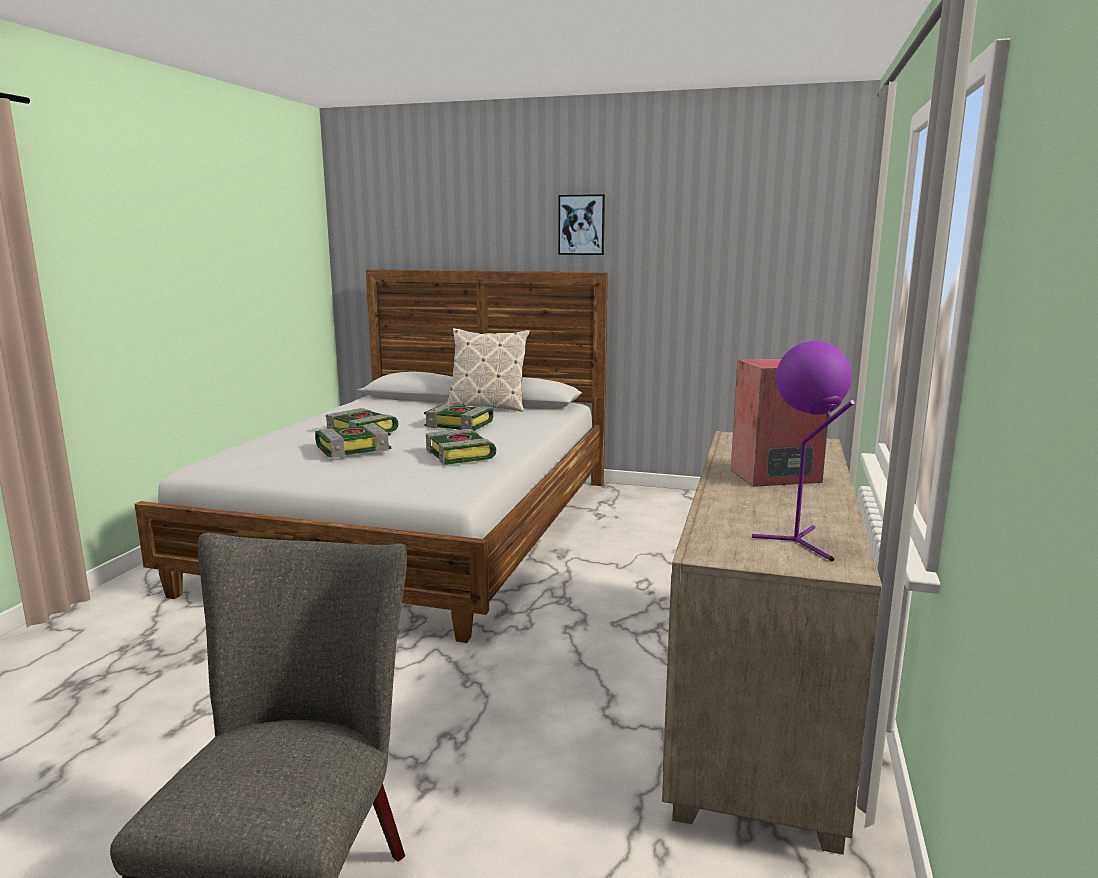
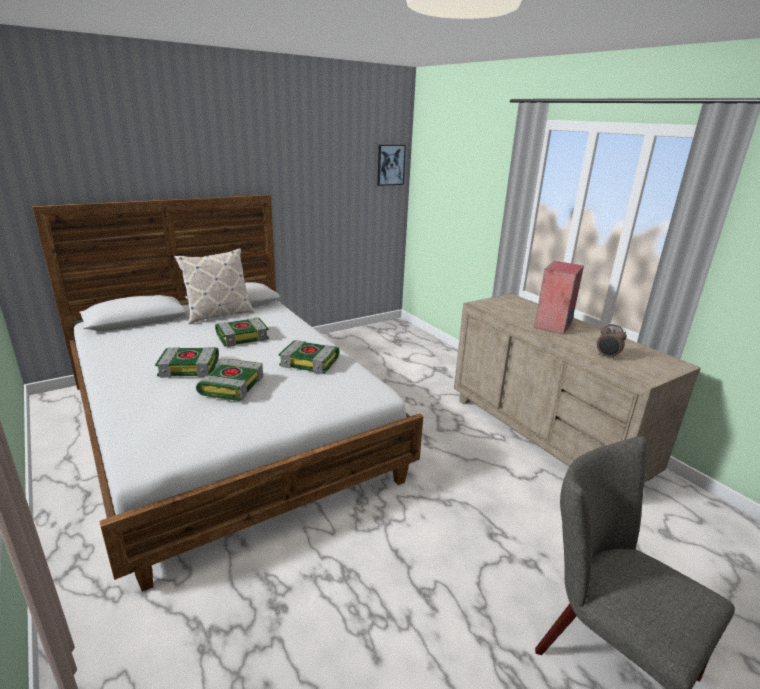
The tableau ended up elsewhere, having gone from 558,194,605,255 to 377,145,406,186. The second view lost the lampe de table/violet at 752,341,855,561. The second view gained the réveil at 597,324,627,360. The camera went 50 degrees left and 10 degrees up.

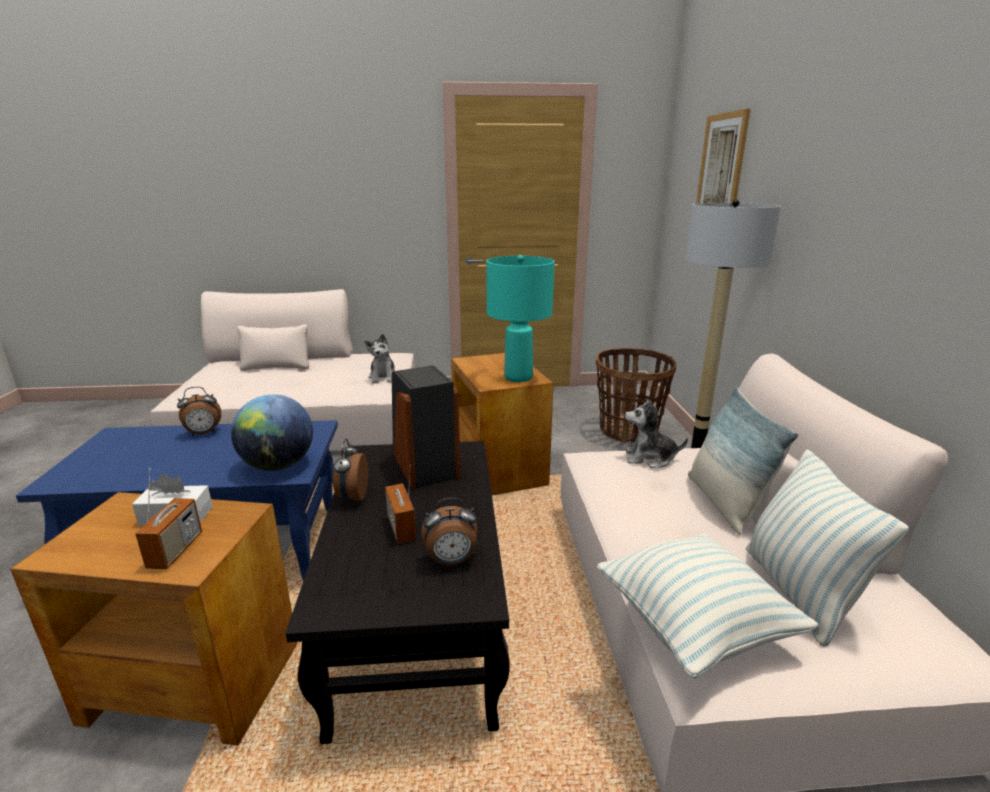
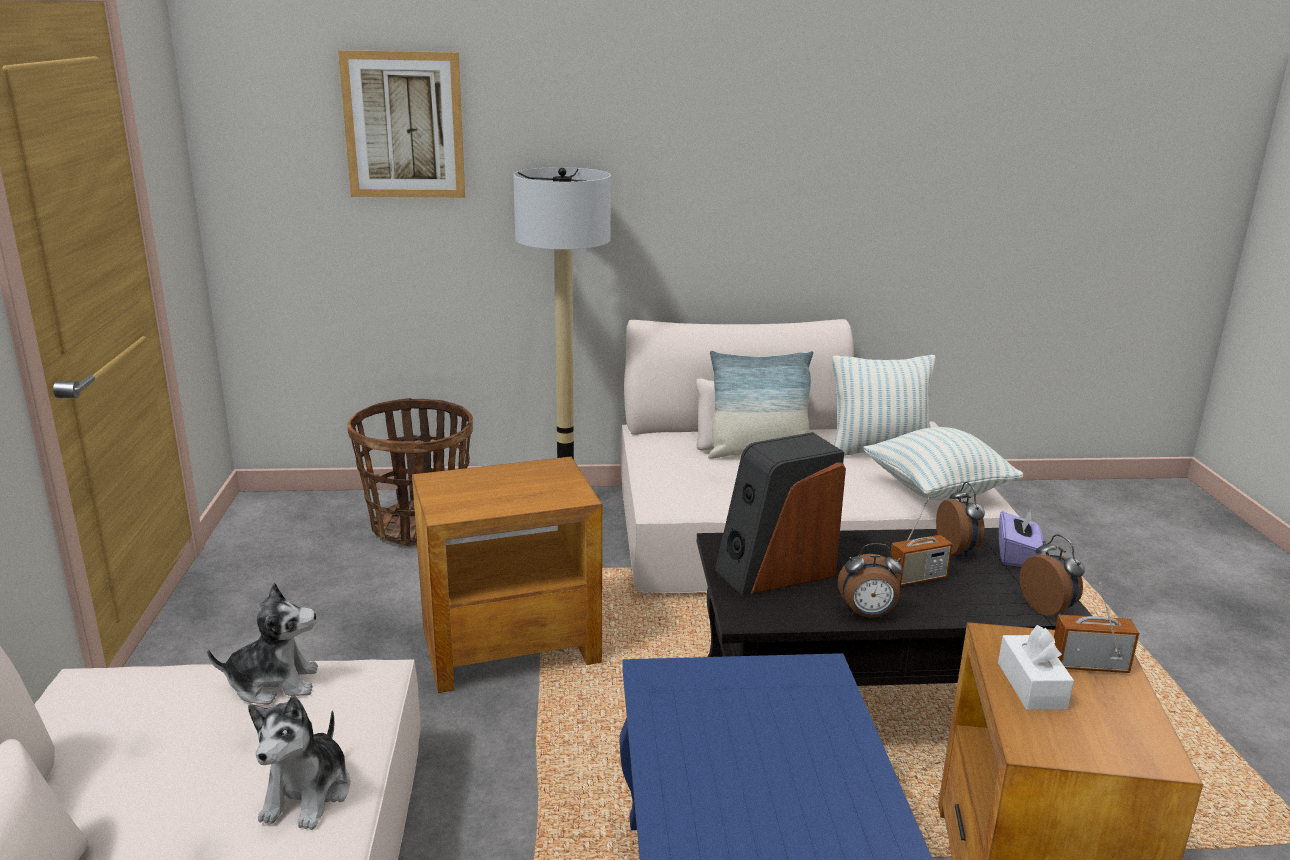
The réveil ended up elsewhere, having gone from 177,387,221,436 to 1020,534,1085,616. The second view lost the globe at 231,394,313,471. The second view lost the lampe de table/turquoise at 487,255,554,382. The peluche ended up elsewhere, having gone from 625,399,688,468 to 248,696,350,830. The second view gained the boîte à mouchoirs/violet at 999,510,1043,567. The camera went 90 degrees left and 0 degrees up.

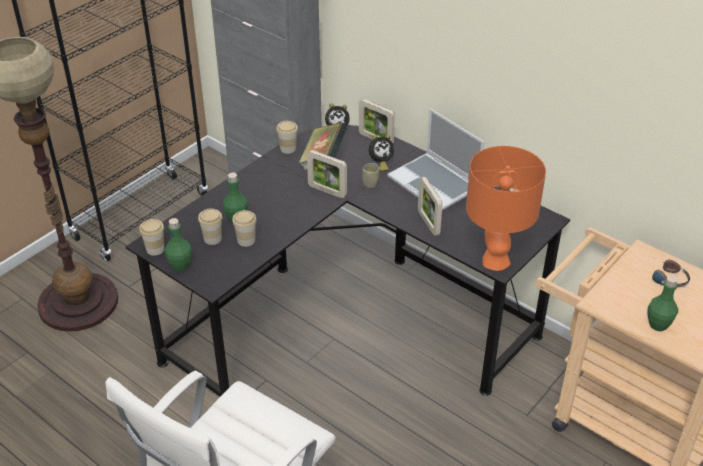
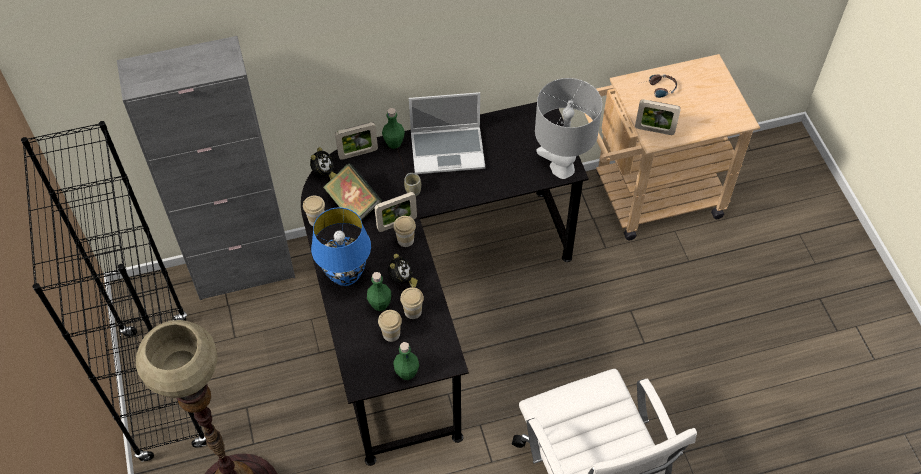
The tasse ended up elsewhere, having gone from 139,219,165,256 to 393,216,416,247. The réveil ended up elsewhere, having gone from 369,134,394,171 to 388,254,418,288. The cadre photo ended up elsewhere, having gone from 418,177,442,236 to 635,99,681,135. What was the lampe de table/orange at 466,146,546,271 turned into the lampe de table/gris at 535,78,602,179. The bouteille/vert ended up elsewhere, having gone from 647,275,678,331 to 382,108,405,149. The second view gained the lampe de table/bleu at 311,207,371,286. The camera went 55 degrees left and 15 degrees up.

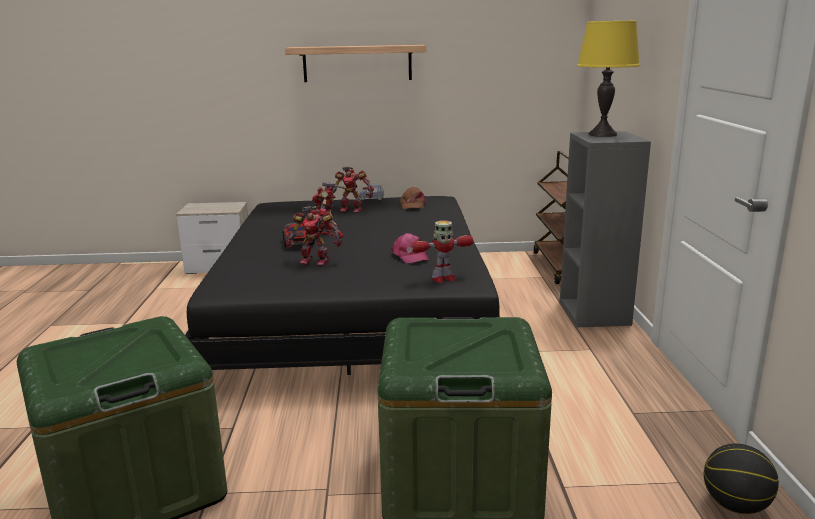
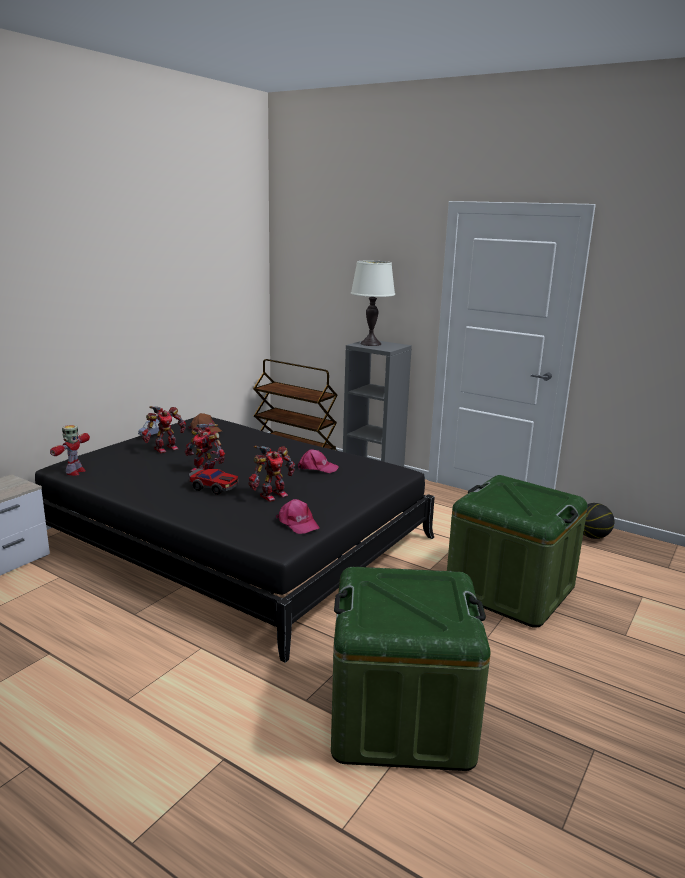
The second view lost the étagère at 285,45,426,82. The robot jouet ended up elsewhere, having gone from 411,221,474,283 to 50,425,90,476. What was the lampe de table/jaune at 577,21,640,137 turned into the lampe de table/blanc at 351,261,395,346. The second view gained the casquette/rose at 276,499,320,534. The camera went 55 degrees left and 0 degrees up.

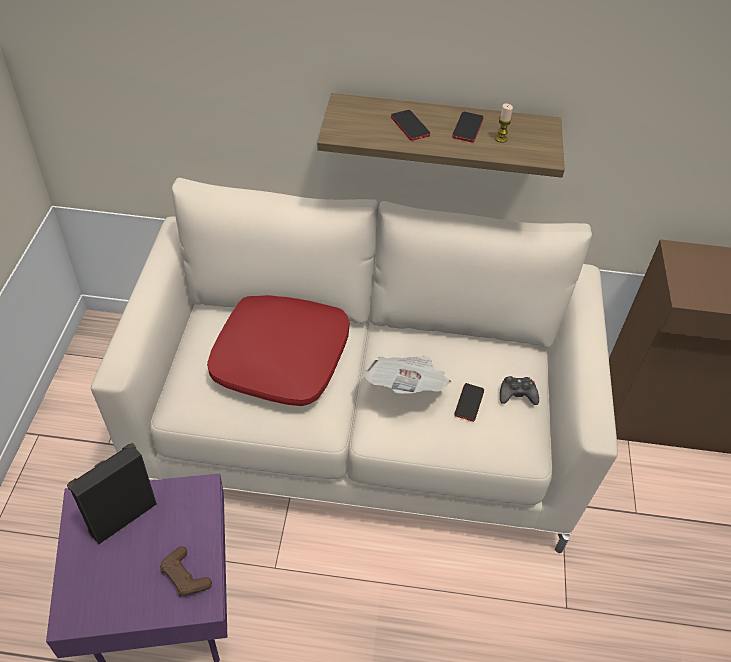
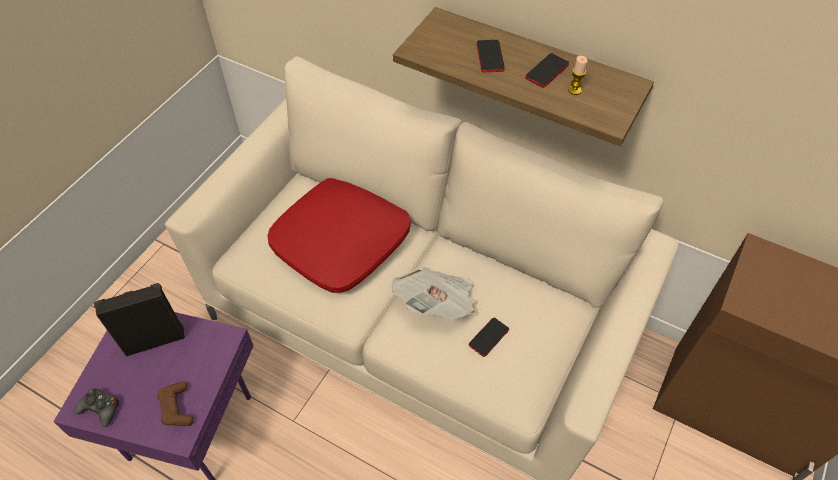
The manette/noir ended up elsewhere, having gone from 500,376,539,405 to 74,388,119,427. The camera went 25 degrees right and 5 degrees up.

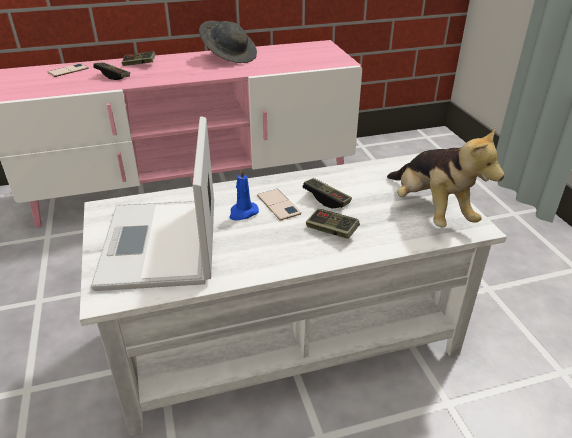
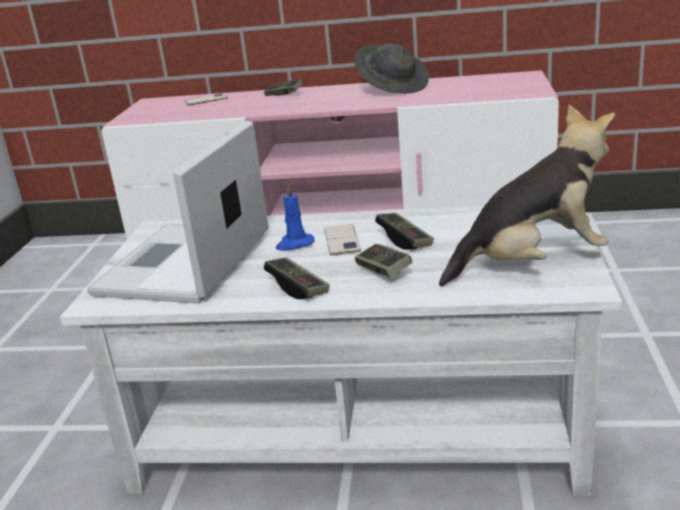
The manette ended up elsewhere, having gone from 93,62,130,80 to 264,257,330,299. The peluche at 387,127,505,227 ended up facing another way, 105 degrees counterclockwise from before. The camera went 25 degrees right and 10 degrees down.

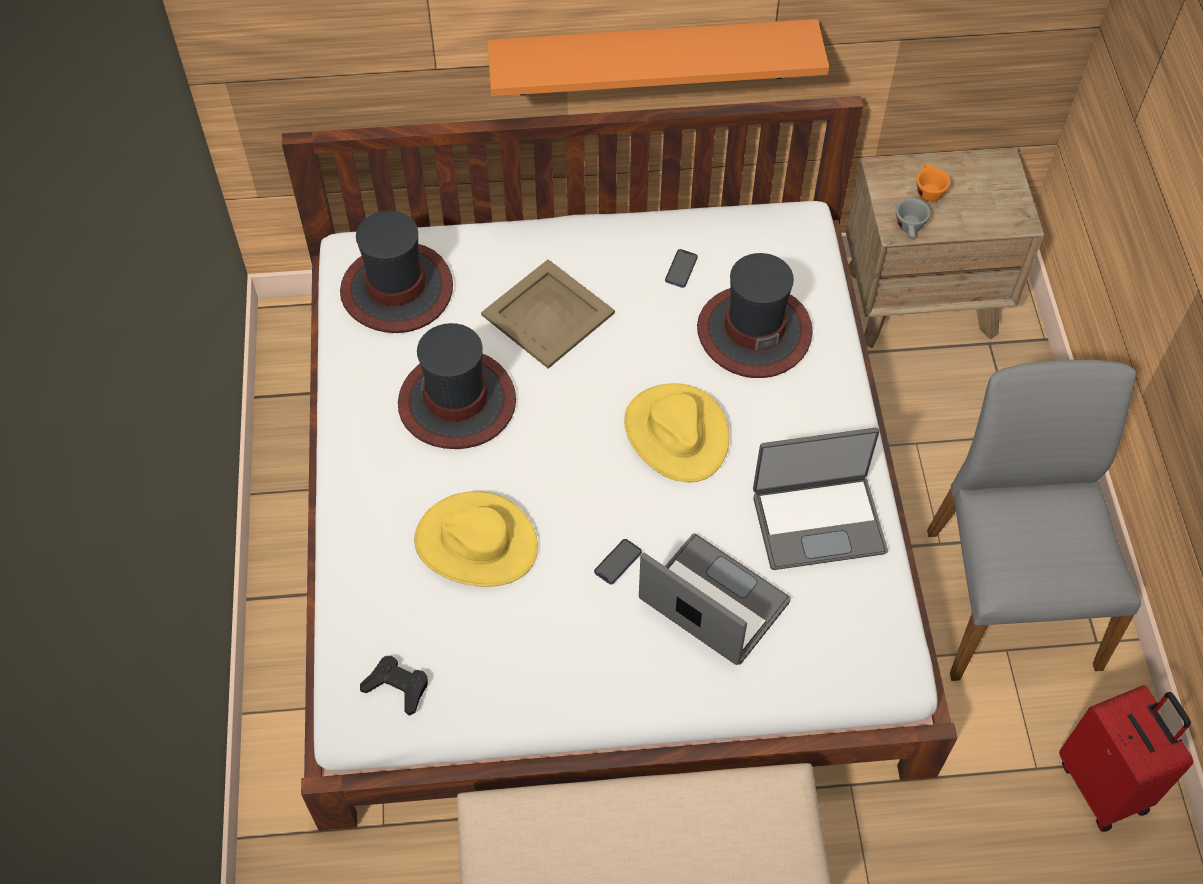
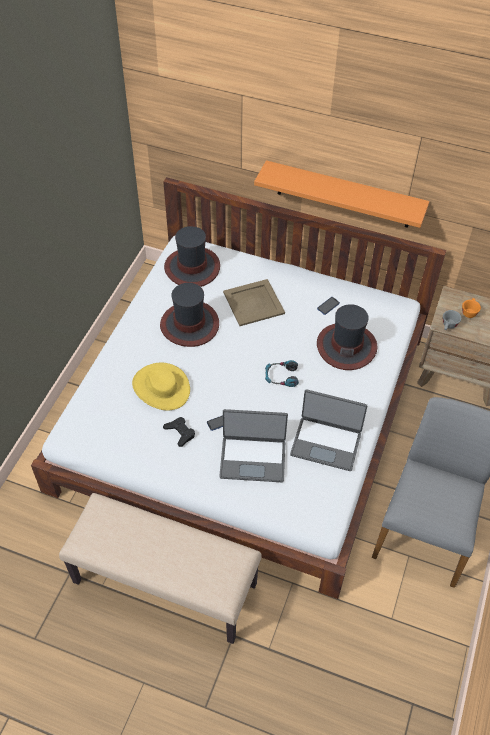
The manette/noir ended up elsewhere, having gone from 360,656,428,716 to 163,417,195,447. Where the chapeau/jaune stood at 624,383,729,482, the casque audio came to stand at 265,360,299,387. The ordinateur portable at 639,533,791,665 ended up facing another way, 120 degrees clockwise from before. The second view lost the valise/rouge at 1059,685,1193,832. The camera went 25 degrees right and 5 degrees down.

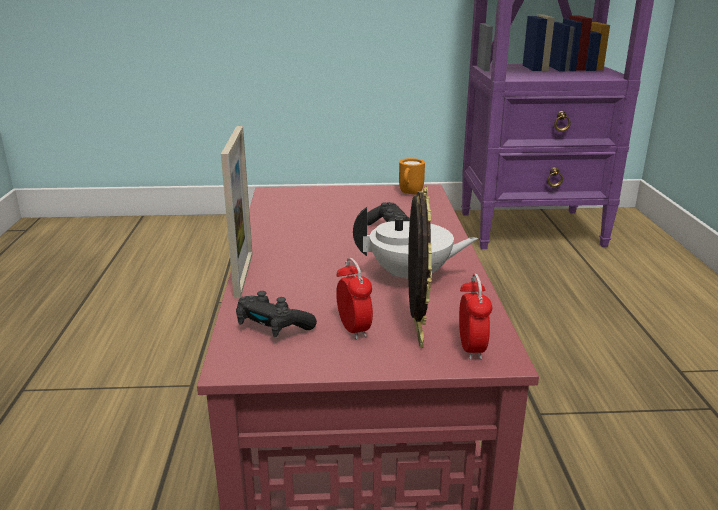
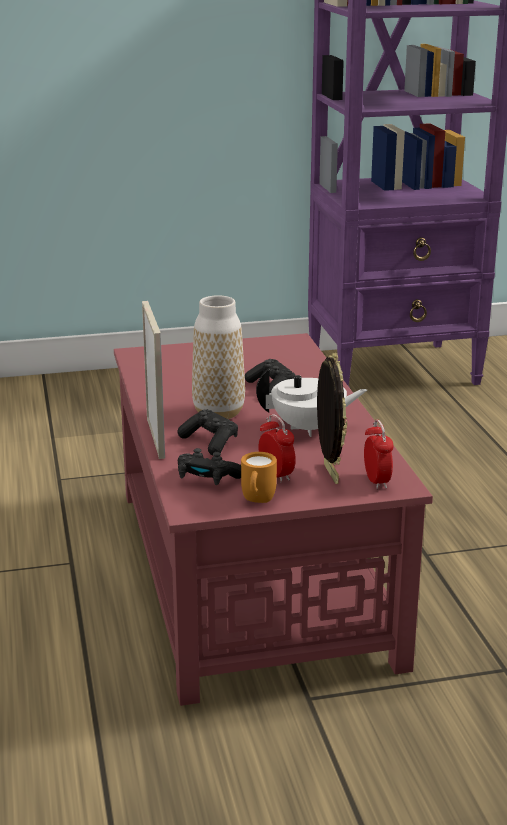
The mug/orange ended up elsewhere, having gone from 399,158,425,194 to 241,452,277,503. The second view gained the manette/noir at 177,409,238,456. The second view gained the vase at 192,295,245,419. The camera went 10 degrees left and 0 degrees up.

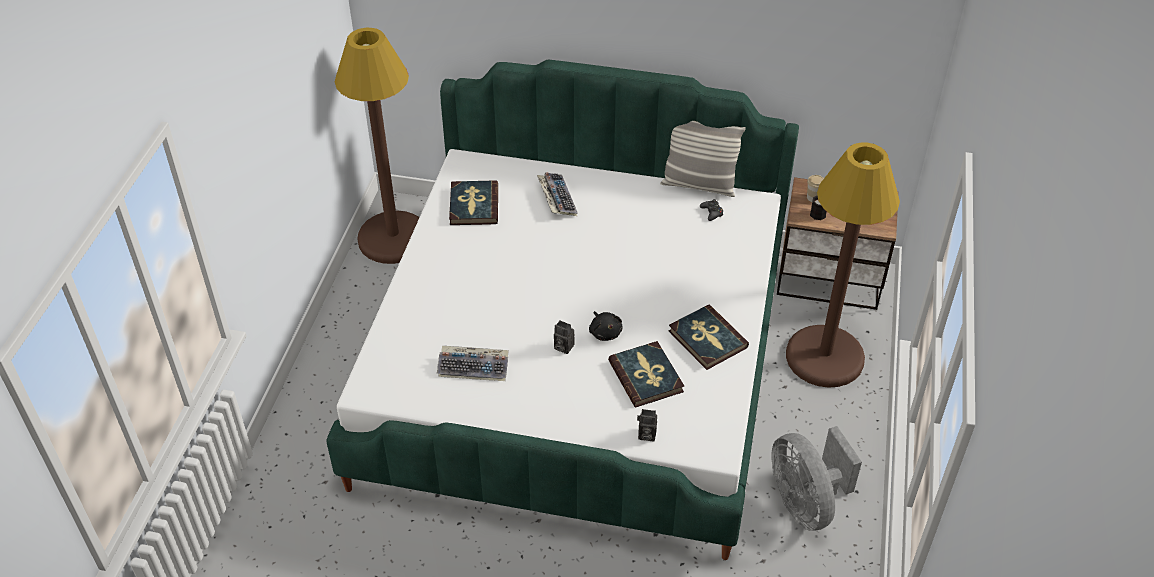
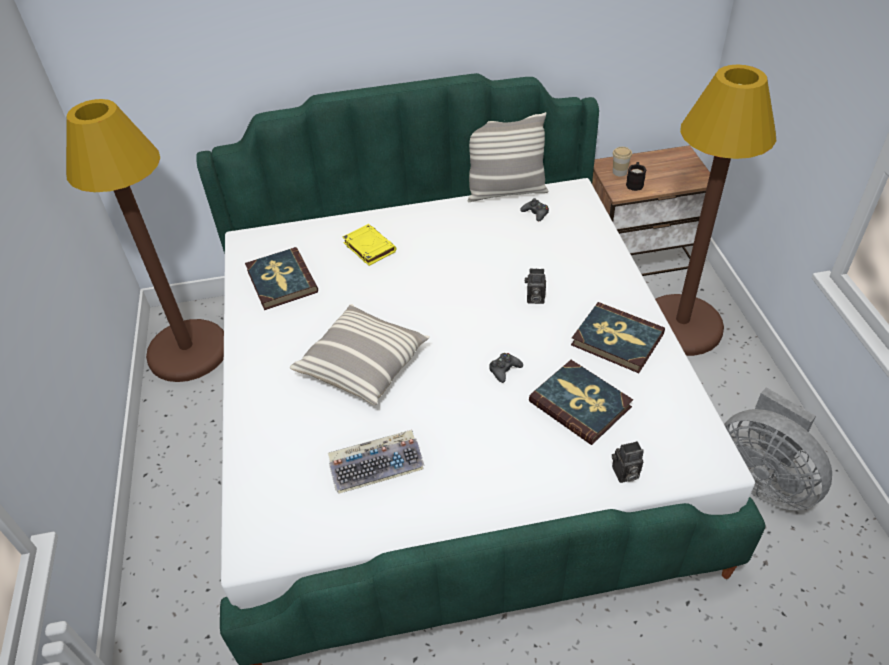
Where the clavier stood at 537,172,578,216, the livre/jaune came to stand at 343,224,396,266. The appareil photo ended up elsewhere, having gone from 554,320,575,354 to 525,268,546,304. Where the peluche/noir stood at 589,311,623,341, the manette/noir came to stand at 489,353,523,383. The second view gained the coussin at 290,304,430,405. The camera went 20 degrees left and 0 degrees up.

